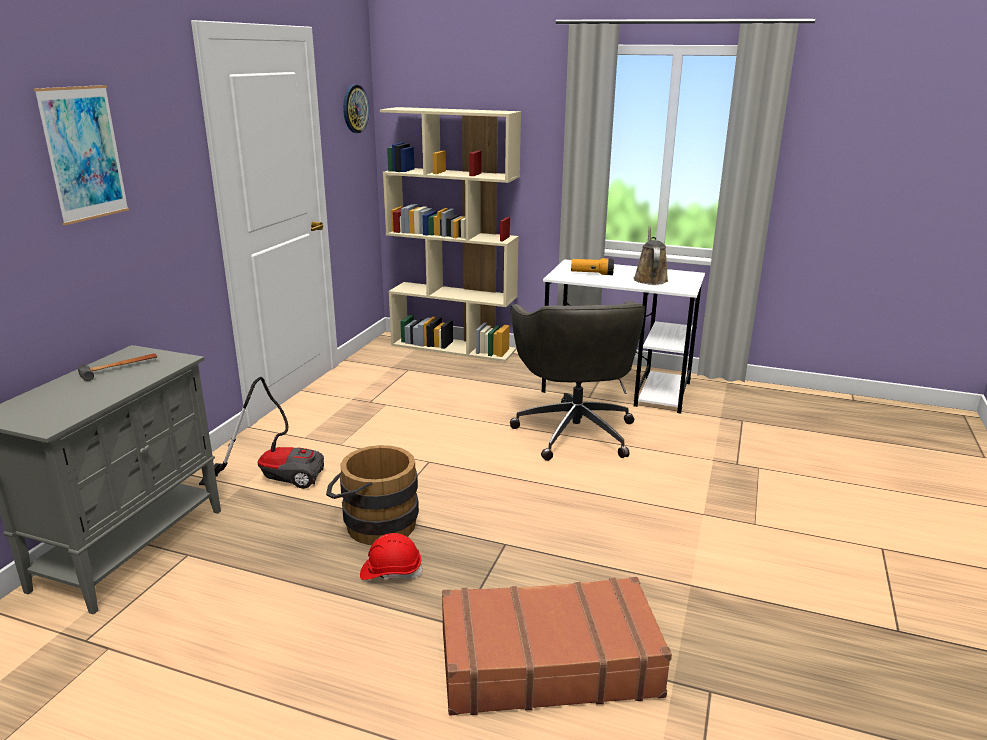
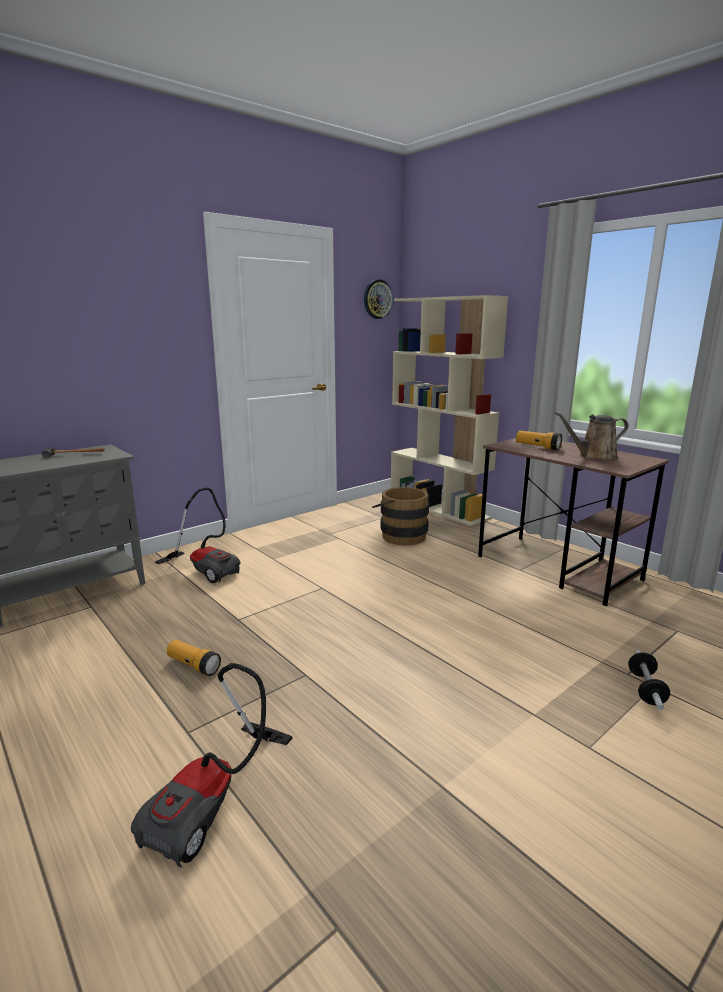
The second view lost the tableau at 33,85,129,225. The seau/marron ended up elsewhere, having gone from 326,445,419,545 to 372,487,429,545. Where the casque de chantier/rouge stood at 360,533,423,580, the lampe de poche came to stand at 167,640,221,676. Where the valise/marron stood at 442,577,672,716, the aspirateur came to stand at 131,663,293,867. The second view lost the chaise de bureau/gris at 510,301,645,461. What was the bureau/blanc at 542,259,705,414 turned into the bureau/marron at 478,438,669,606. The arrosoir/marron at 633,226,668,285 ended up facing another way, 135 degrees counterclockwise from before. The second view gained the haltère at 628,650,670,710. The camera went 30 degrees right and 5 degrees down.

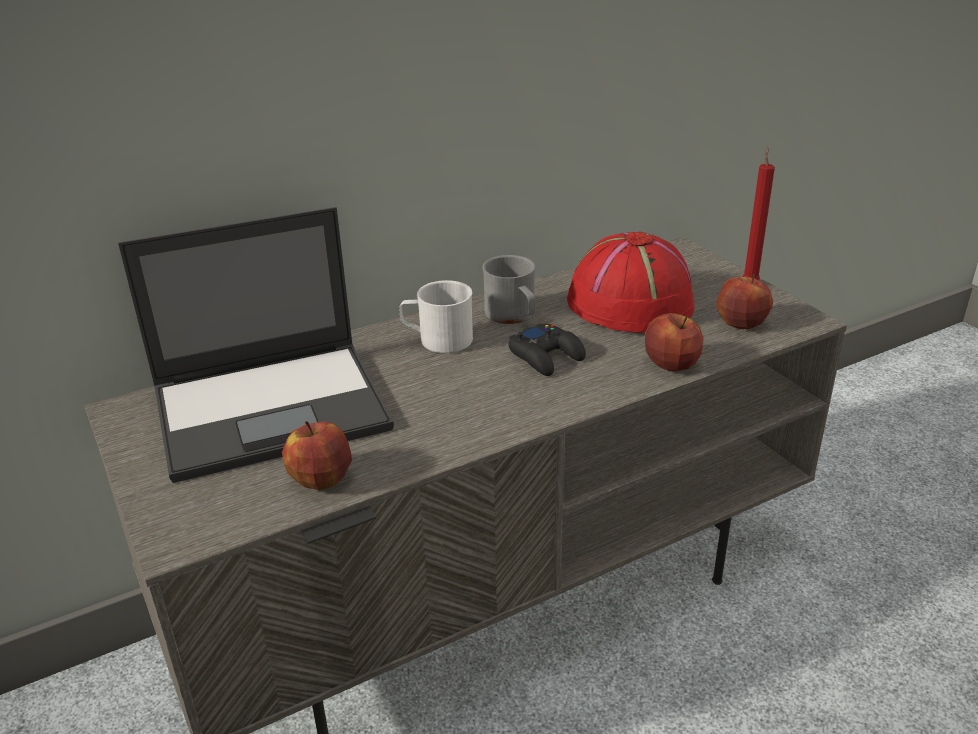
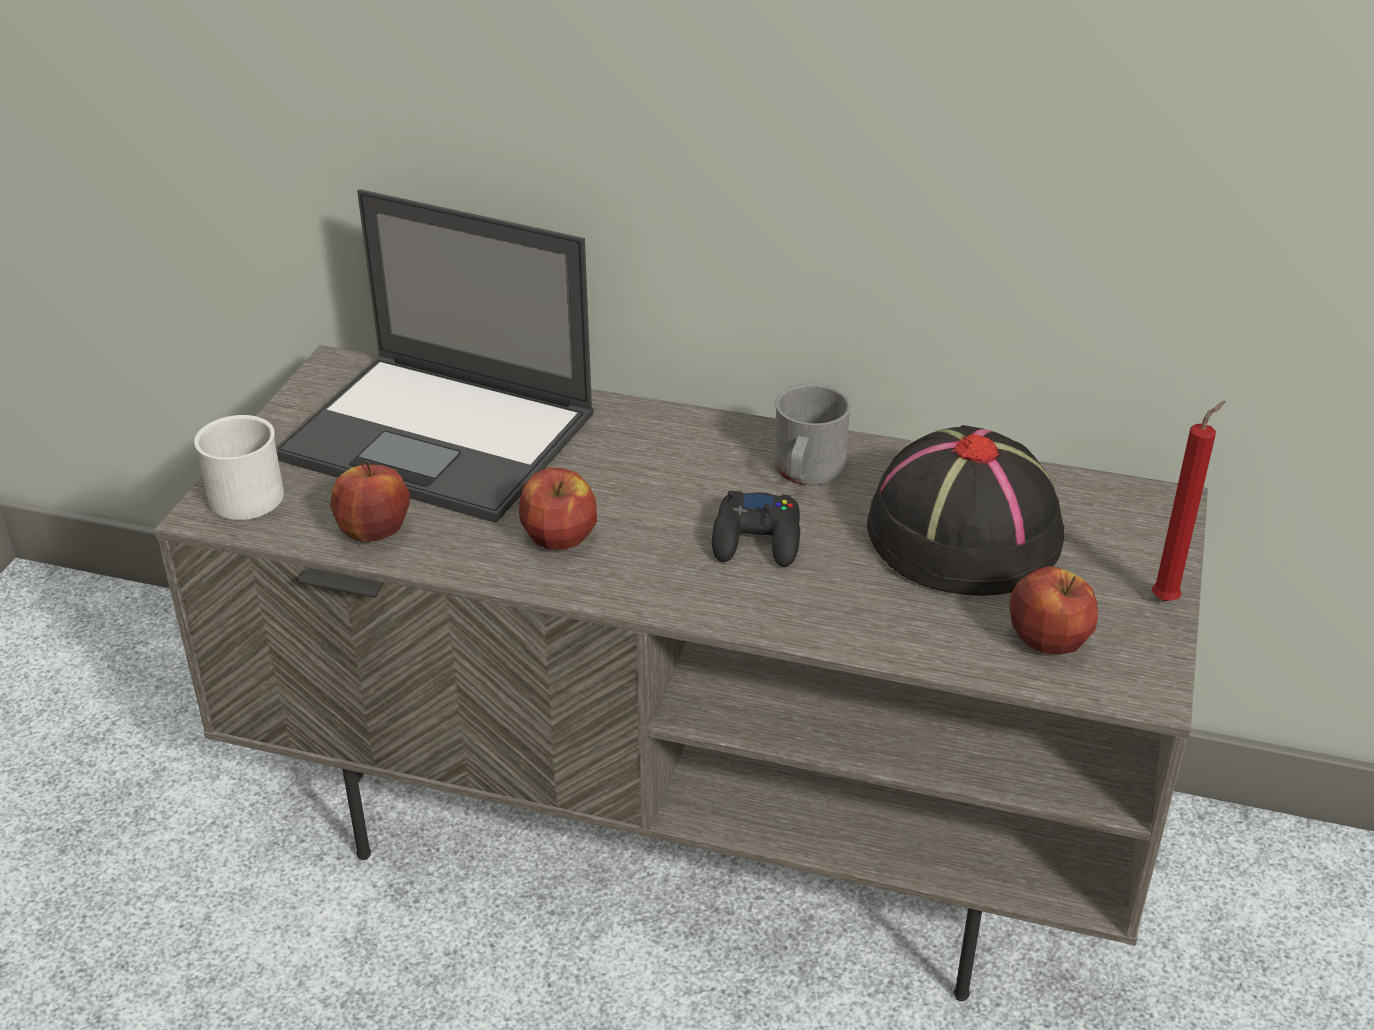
The mug/blanc ended up elsewhere, having gone from 399,280,473,353 to 194,415,284,520. What was the chapeau/rouge at 567,231,695,333 turned into the chapeau/noir at 867,425,1064,596. The pomme ended up elsewhere, having gone from 645,313,704,372 to 519,467,597,550. The camera went 45 degrees right and 5 degrees up.

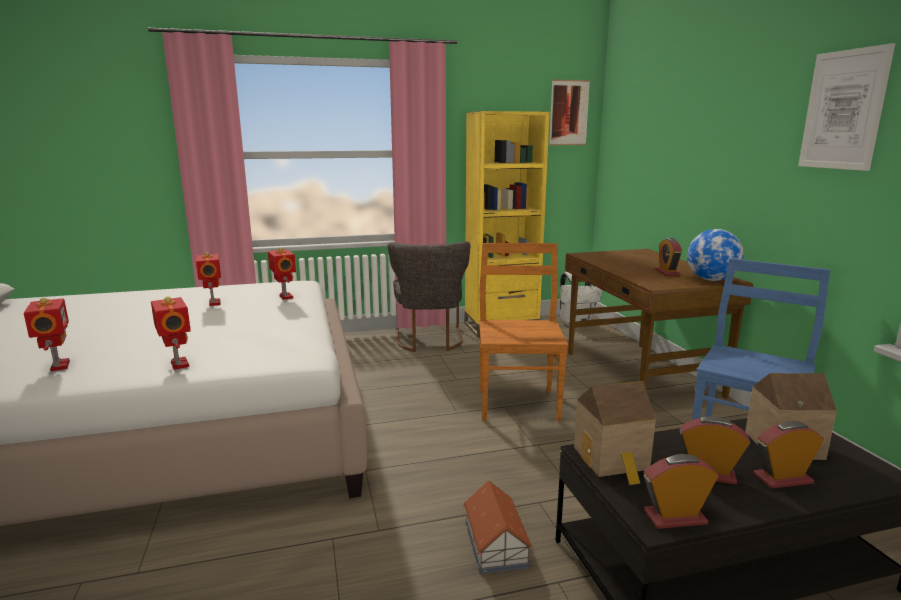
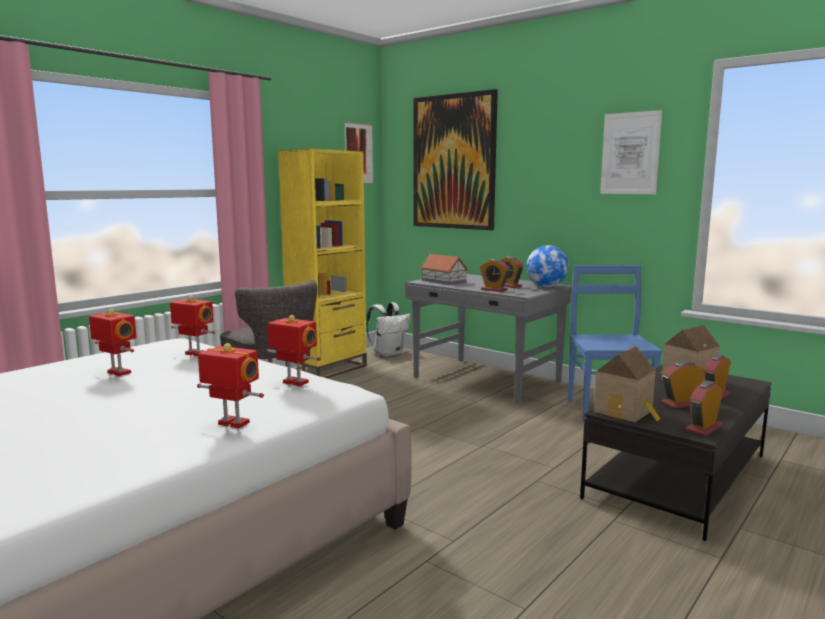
The robot jouet ended up elsewhere, having gone from 24,298,70,371 to 266,315,321,386. The maison miniature ended up elsewhere, having gone from 463,480,533,574 to 420,254,468,285. The second view lost the chaise/marron at 479,243,568,422. What was the bureau/marron at 565,249,753,399 turned into the bureau/gris at 405,274,572,404. The second view gained the tableau at 413,89,498,230. The second view gained the réveil at 480,259,510,292. The camera went 35 degrees left and 5 degrees down.

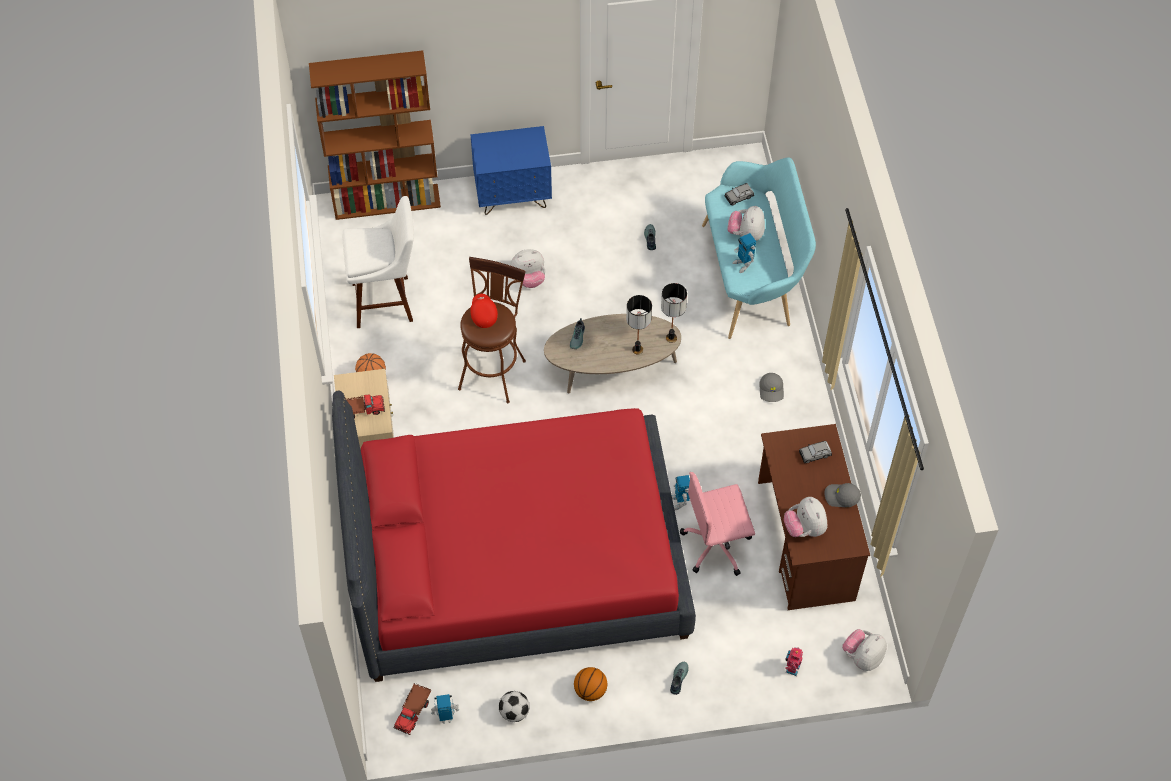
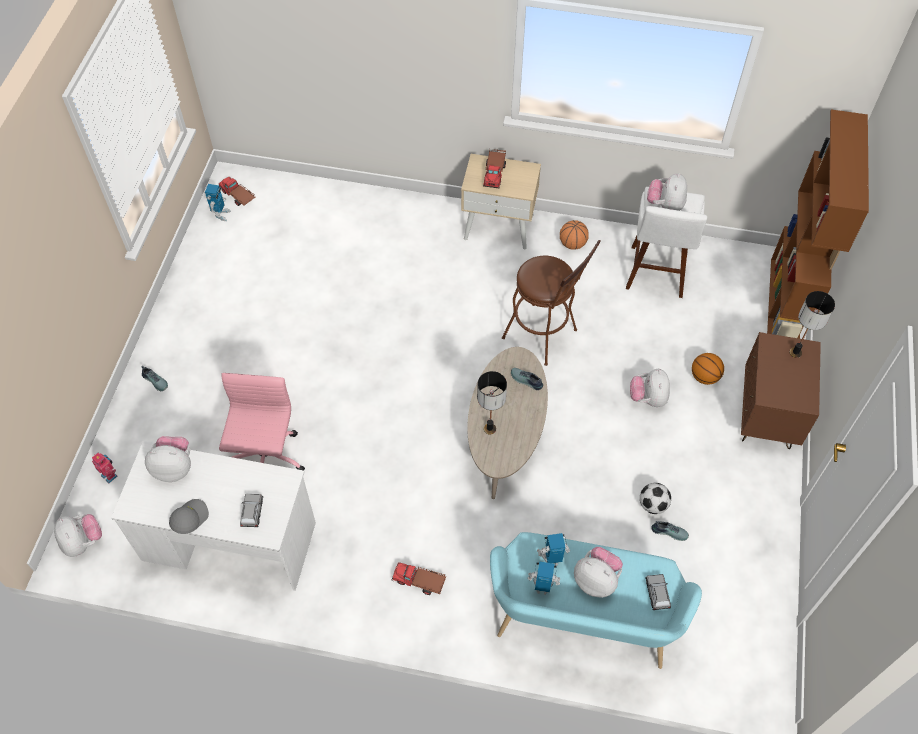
The second view lost the lit/rouge at 332,391,696,682. What was the table de chevet/bleu at 470,126,552,215 turned into the table de chevet/marron at 741,332,821,449. The second view lost the casquette/rouge at 470,294,498,328. The ballon de foot ended up elsewhere, having gone from 499,691,530,722 to 640,483,671,514. The ballon de basket ended up elsewhere, having gone from 574,667,607,701 to 692,353,724,385. The lampe de table ended up elsewhere, having gone from 661,283,687,343 to 789,291,835,358. The robot jouet ended up elsewhere, having gone from 672,475,690,510 to 528,561,560,595. What was the bureau/marron at 758,424,870,610 turned into the bureau/blanc at 111,441,316,591. Where the casquette/gris stood at 759,373,784,402, the camion jouet came to stand at 391,562,446,595. The second view gained the peluche at 647,173,687,211. The camera went 110 degrees right and 0 degrees up.

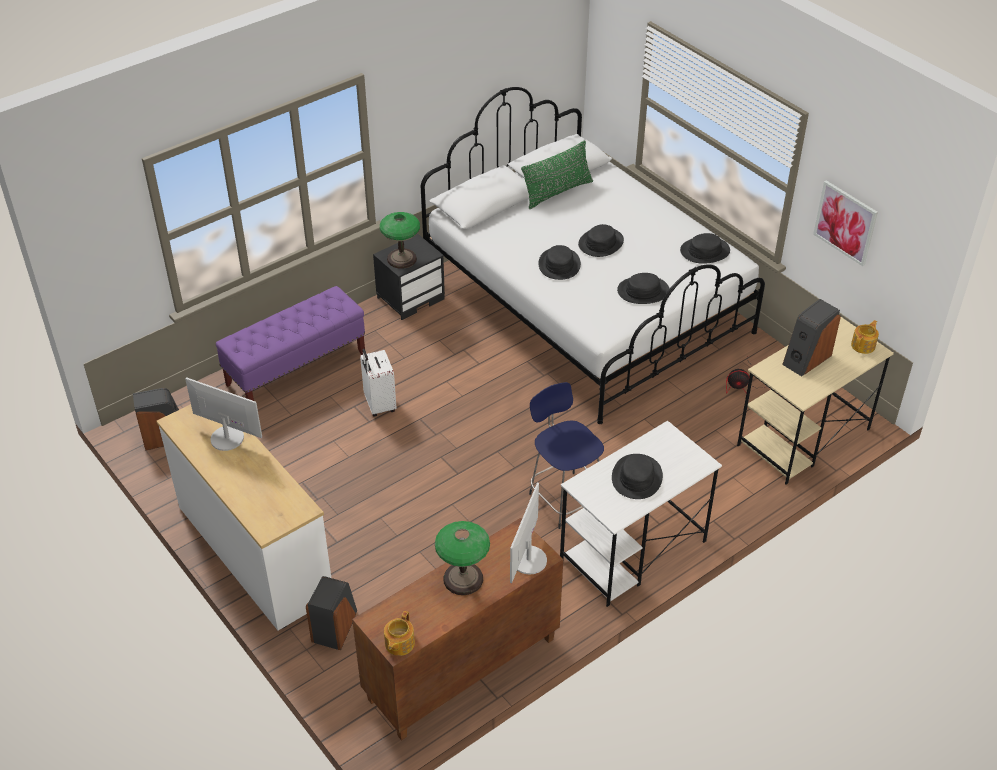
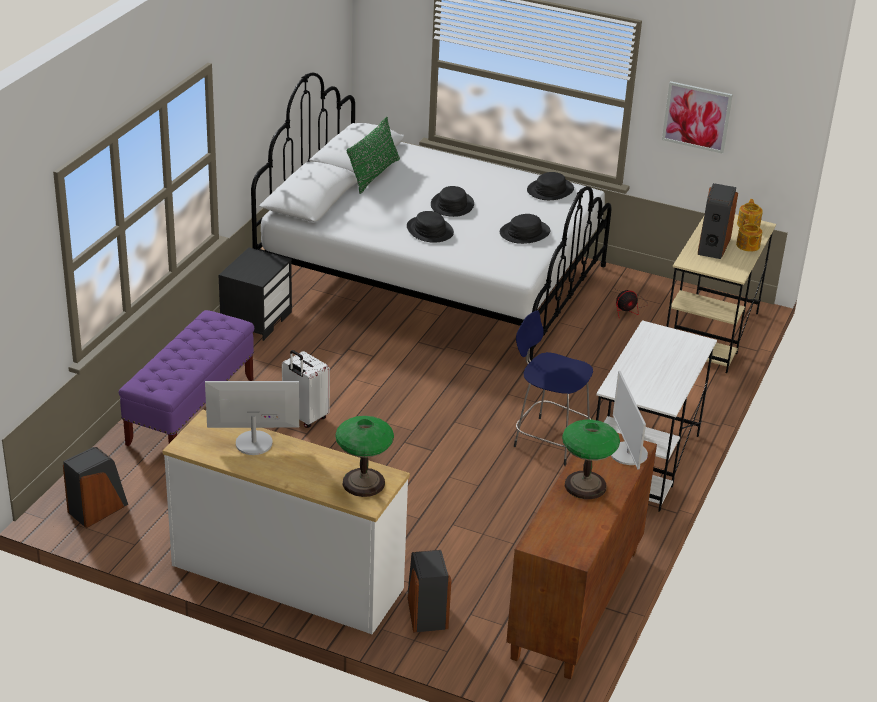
The lampe de table ended up elsewhere, having gone from 380,212,420,269 to 335,416,394,497. The théière ended up elsewhere, having gone from 384,611,415,656 to 736,219,762,252. The second view lost the chapeau/noir at 612,454,663,499. The camera went 30 degrees left and 10 degrees down.

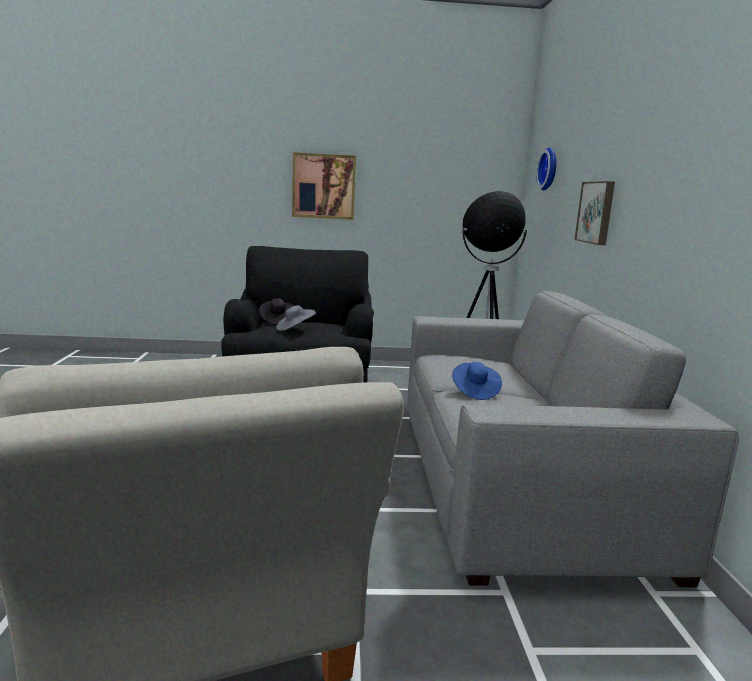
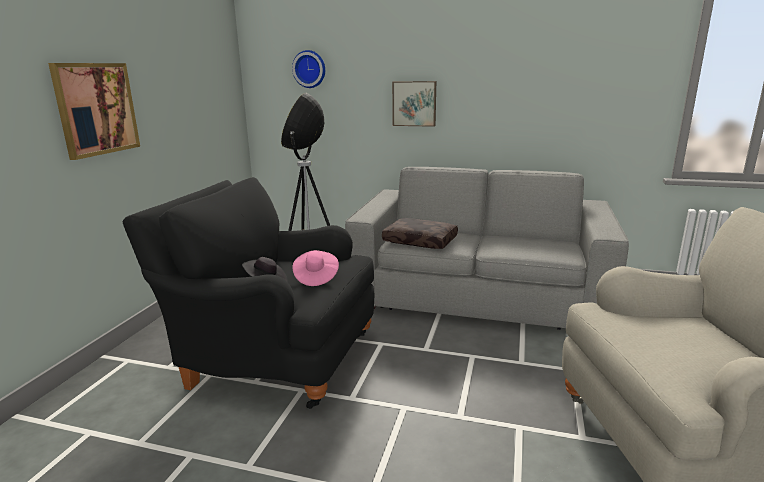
What was the chapeau/gris at 276,305,316,331 turned into the chapeau/rose at 292,250,339,286. The second view lost the chapeau/bleu at 452,362,502,400. The second view gained the coussin/marron at 382,218,458,249. The camera went 70 degrees left and 5 degrees up.

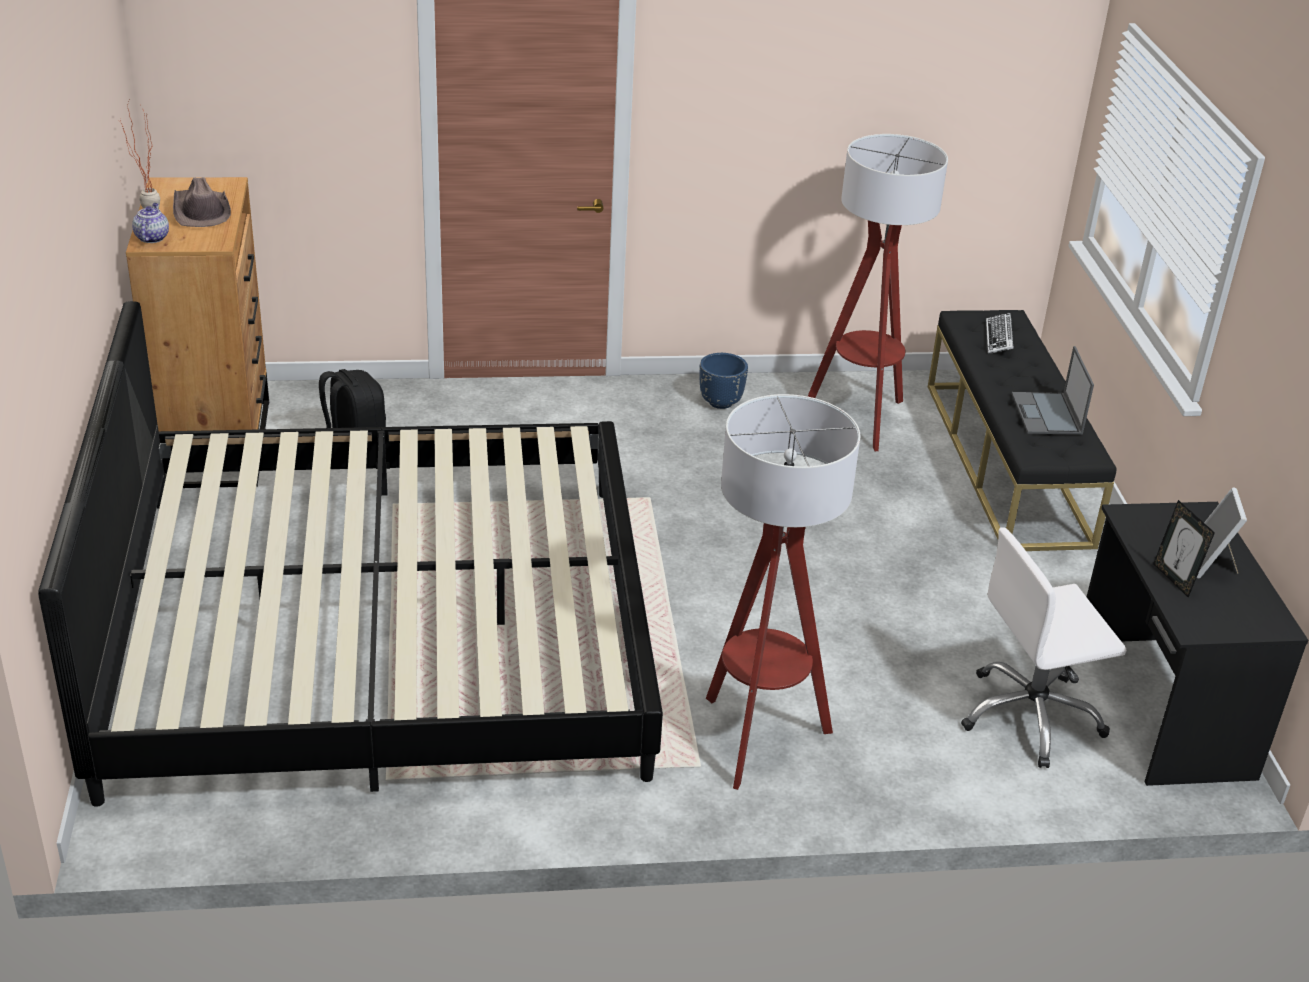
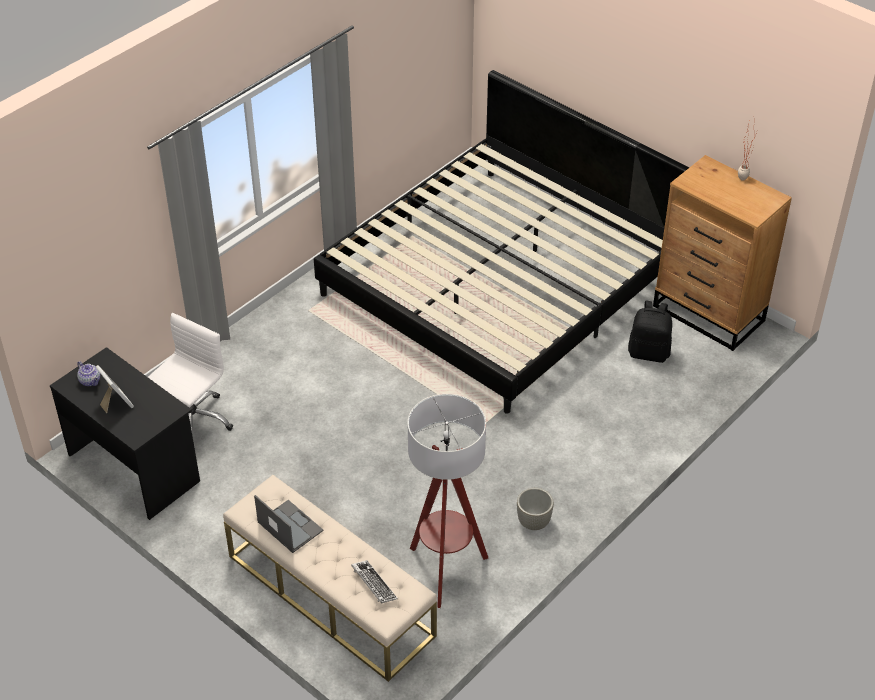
The théière ended up elsewhere, having gone from 132,203,169,243 to 77,361,100,386. The second view lost the chapeau/marron at 173,177,231,227. What was the cache-pot/bleu at 700,353,748,409 turned into the cache-pot/gris at 517,488,554,530. The second view lost the lampadaire at 706,394,860,790. What was the banc/noir at 928,310,1117,551 turned into the banc/beige at 223,475,437,682. The second view lost the cadre photo at 1153,500,1215,598. The camera went 140 degrees right and 10 degrees up.

